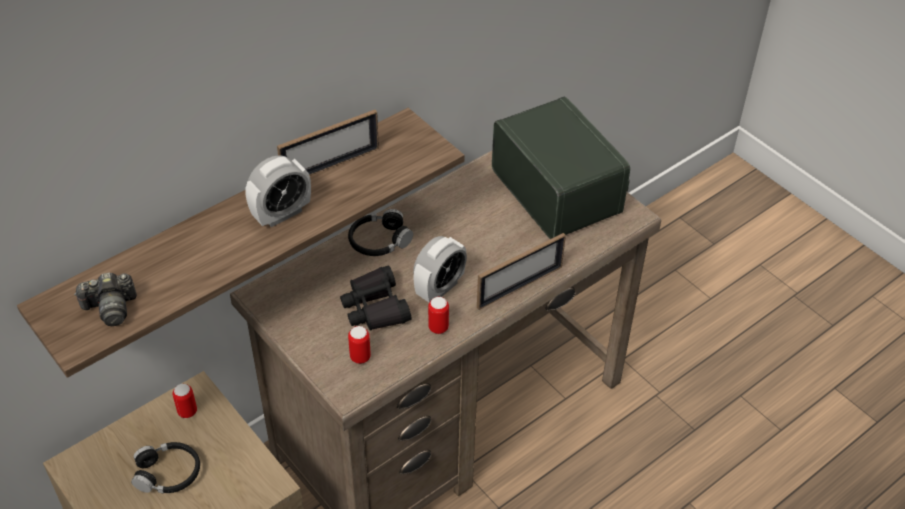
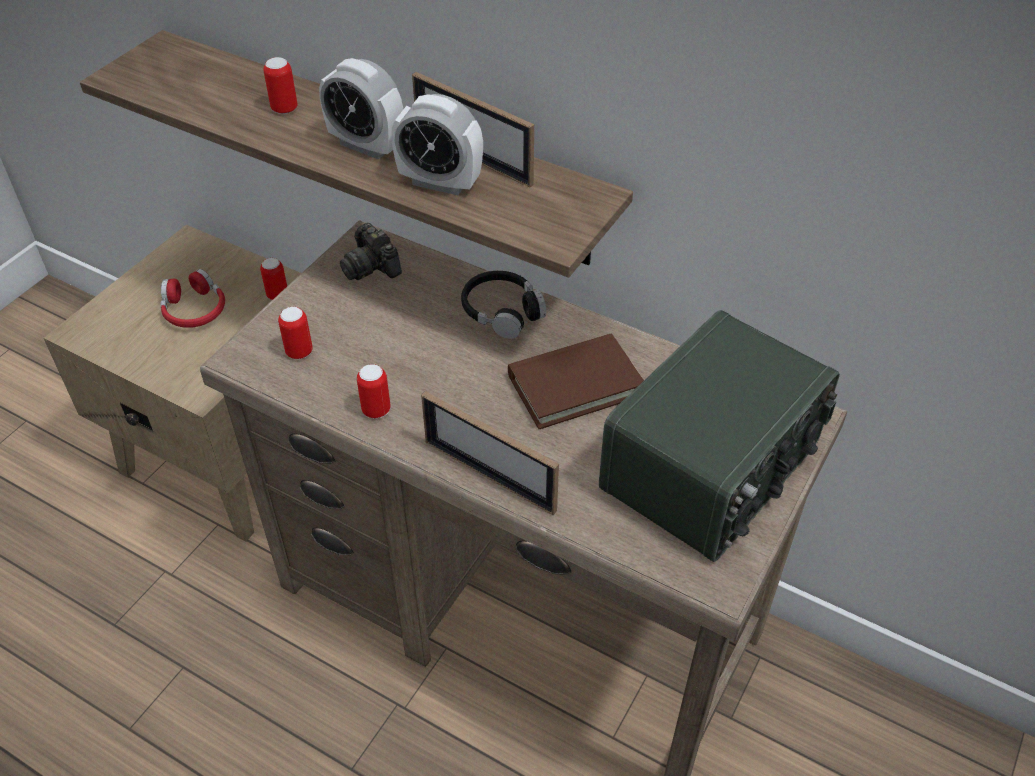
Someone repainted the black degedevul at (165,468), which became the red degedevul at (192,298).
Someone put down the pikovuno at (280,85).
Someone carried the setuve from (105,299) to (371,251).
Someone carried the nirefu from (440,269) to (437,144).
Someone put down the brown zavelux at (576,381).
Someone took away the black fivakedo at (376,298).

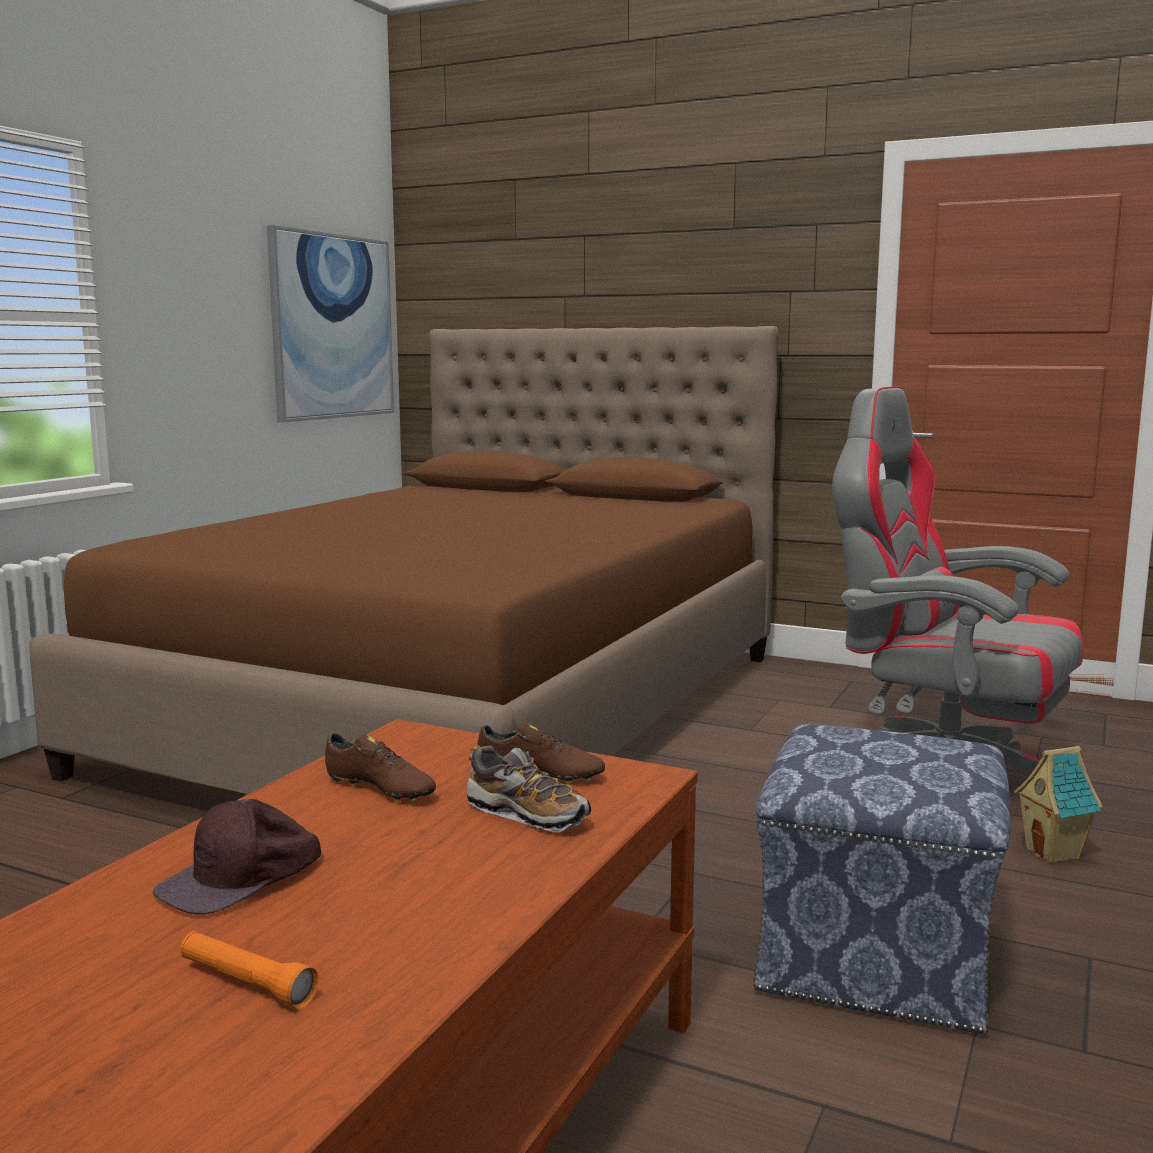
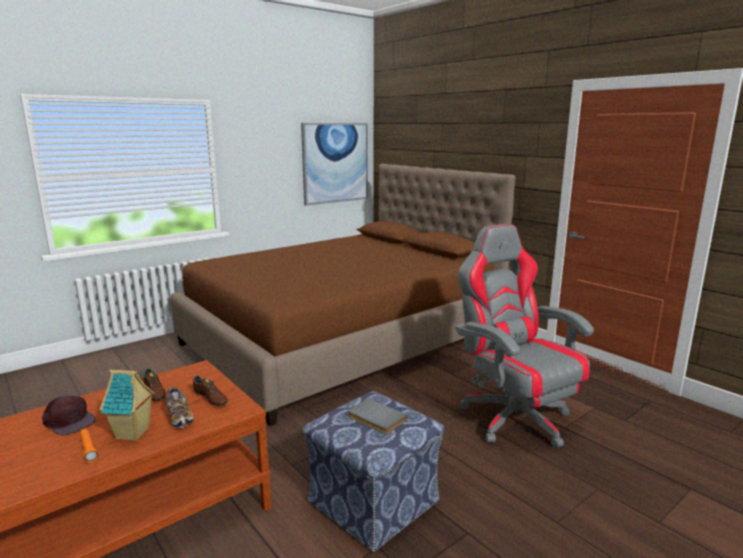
Someone rotated the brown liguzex at (237,857) by 120 degrees counterclockwise.
Someone carried the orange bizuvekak from (249,970) to (89,446).
Someone carried the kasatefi from (1058,805) to (127,405).
Someone put down the grey zavelux at (378,416).

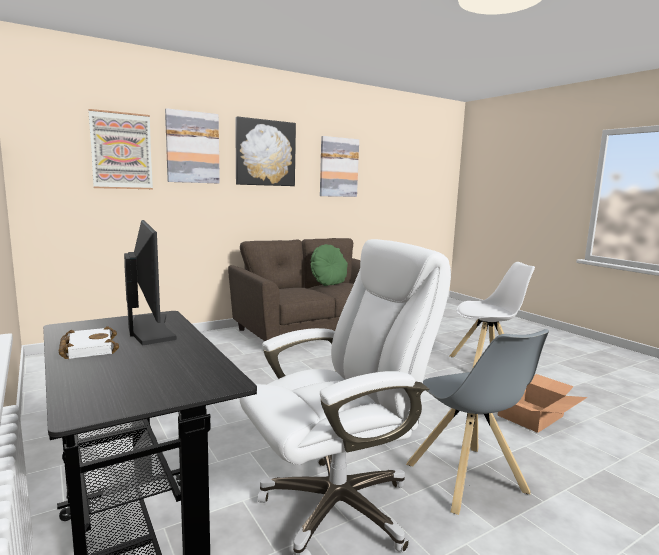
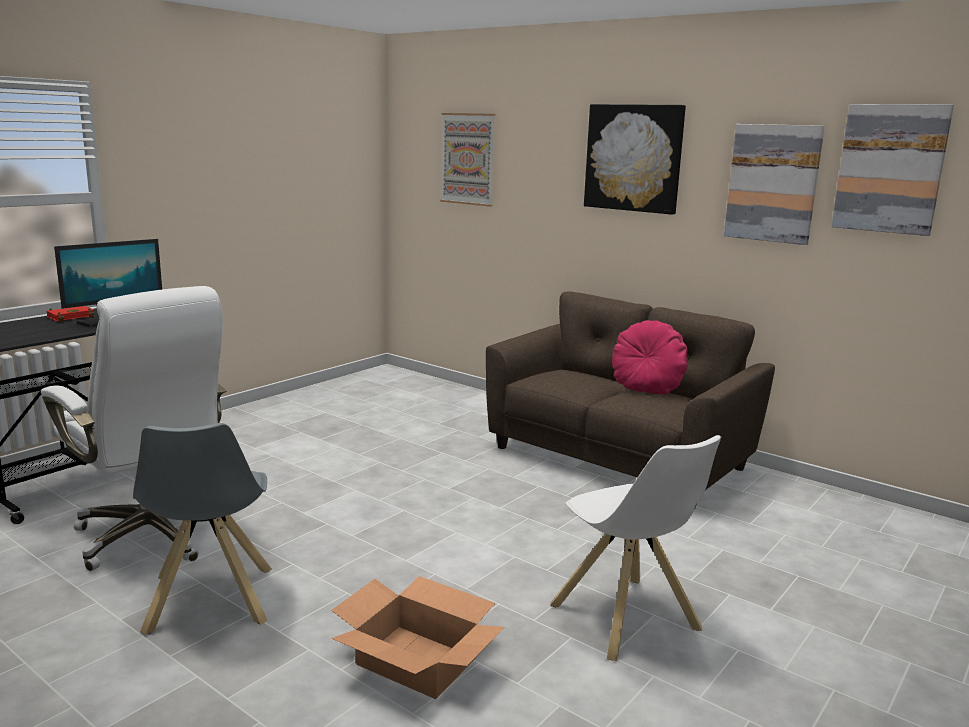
Someone repainted the white zavelux at (89,342), which became the red zavelux at (71,314).
Someone rotated the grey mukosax at (477,422) by 60 degrees counterclockwise.
Someone repainted the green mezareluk at (329,265), which became the pink mezareluk at (650,357).
Someone carried the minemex from (192,145) to (892,170).

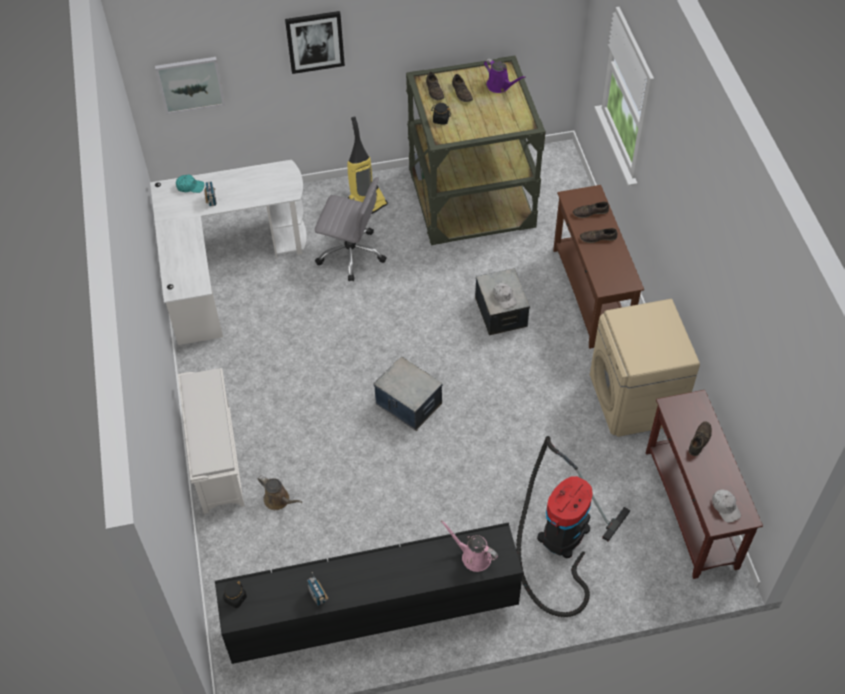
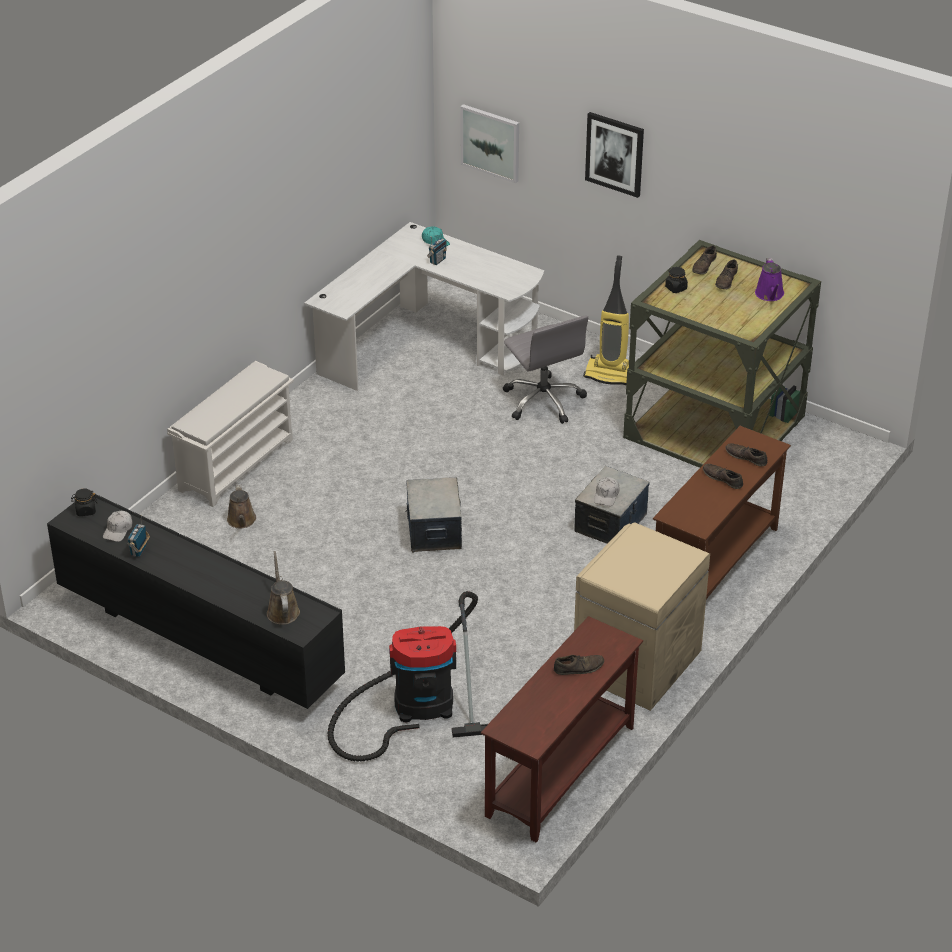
Someone carried the white liguzex from (726,506) to (117,526).
Someone repainted the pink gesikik at (469,546), which became the brown gesikik at (283,588).

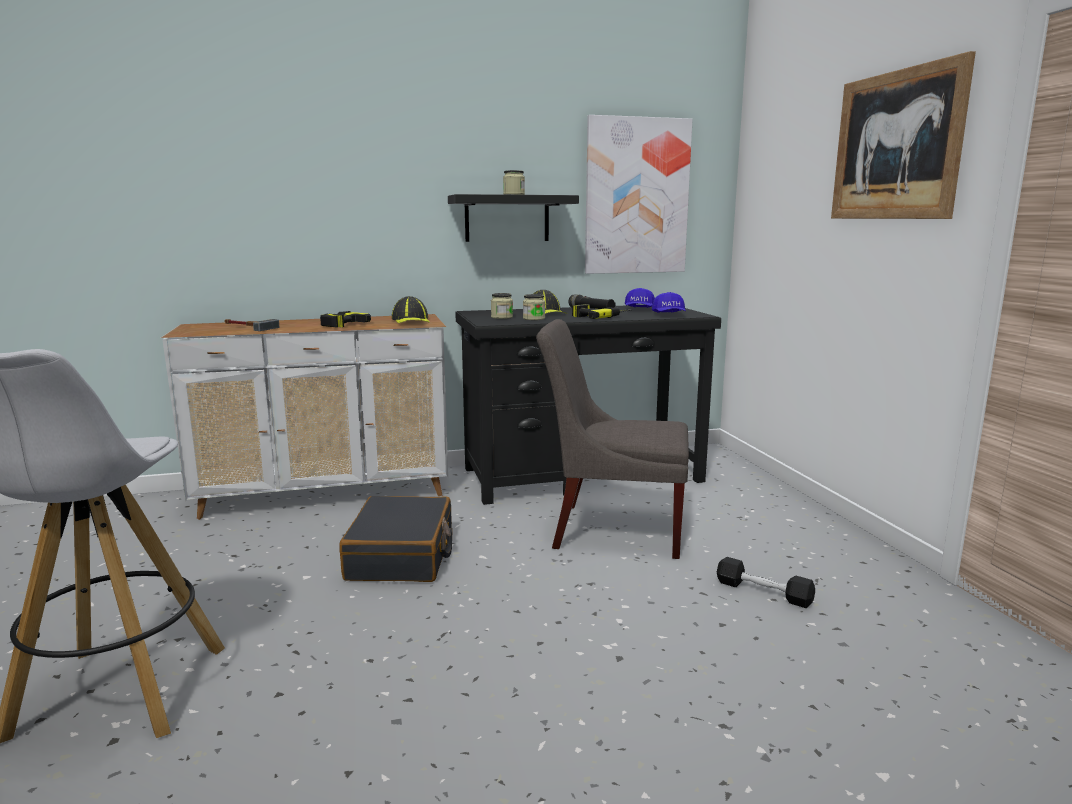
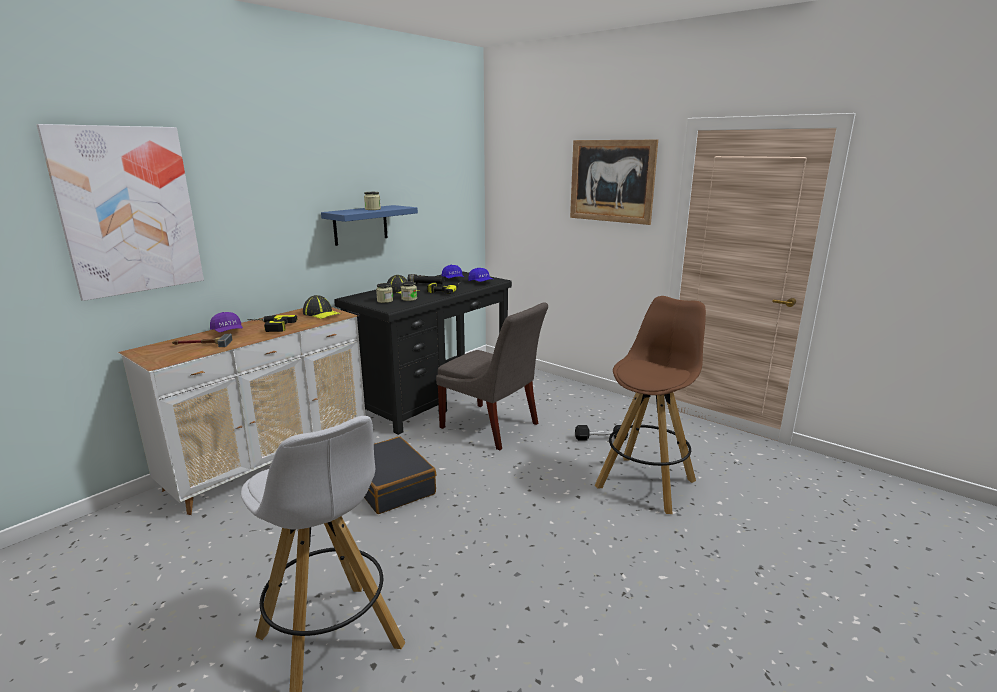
Someone carried the minemex from (639,194) to (120,212).
Someone put down the purple liguzex at (226,322).
Someone repainted the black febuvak at (513,218), which became the blue febuvak at (369,225).
Someone rotated the grey mukosax at (612,439) by 120 degrees counterclockwise.
Someone put down the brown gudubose at (650,405).

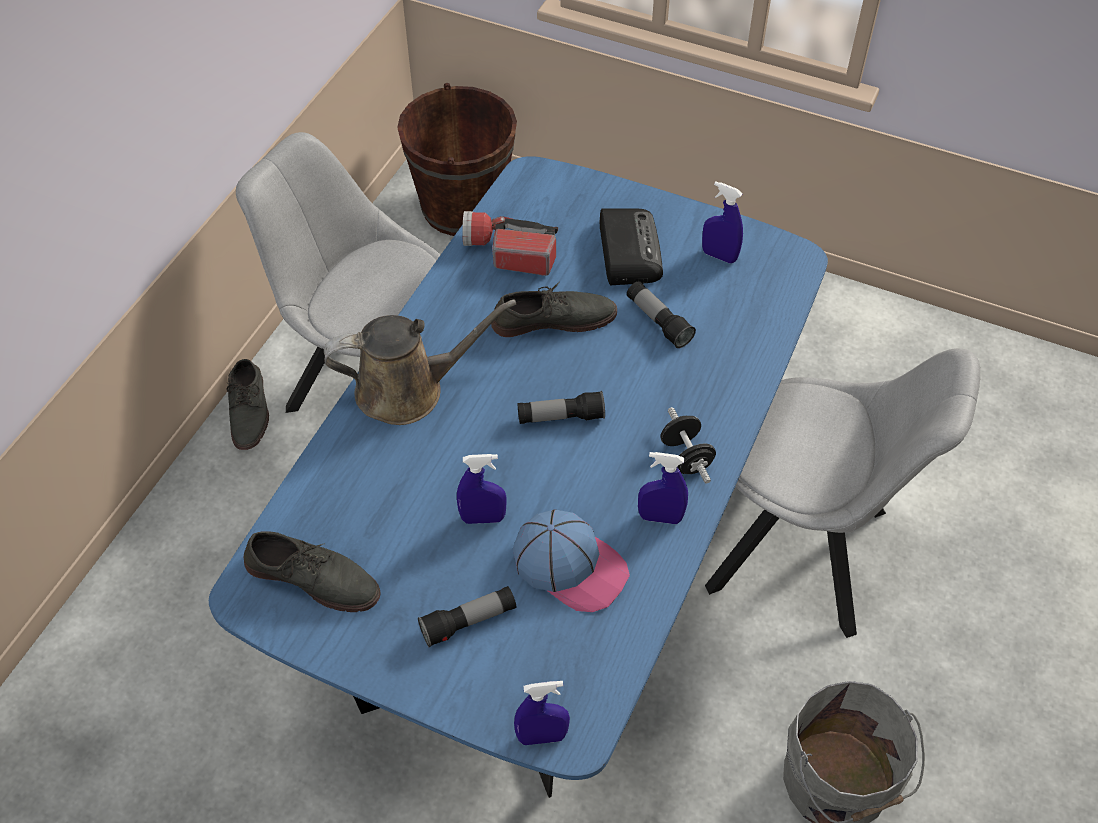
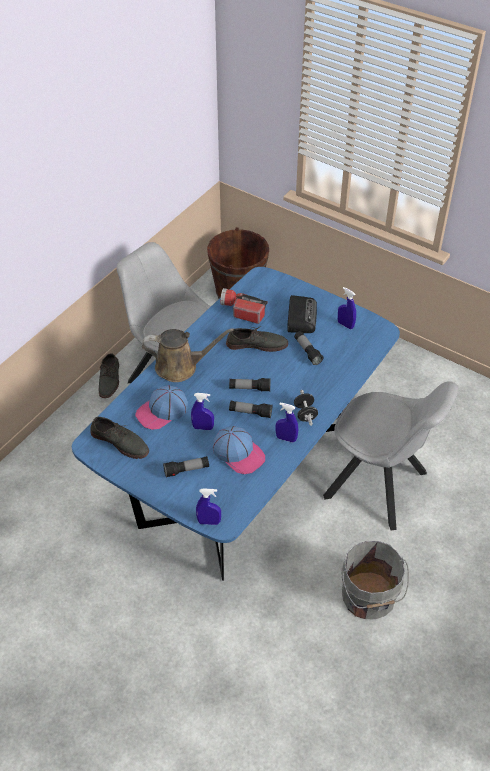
Someone put down the liguzex at (161,407).
Someone put down the bizuvekak at (250,409).

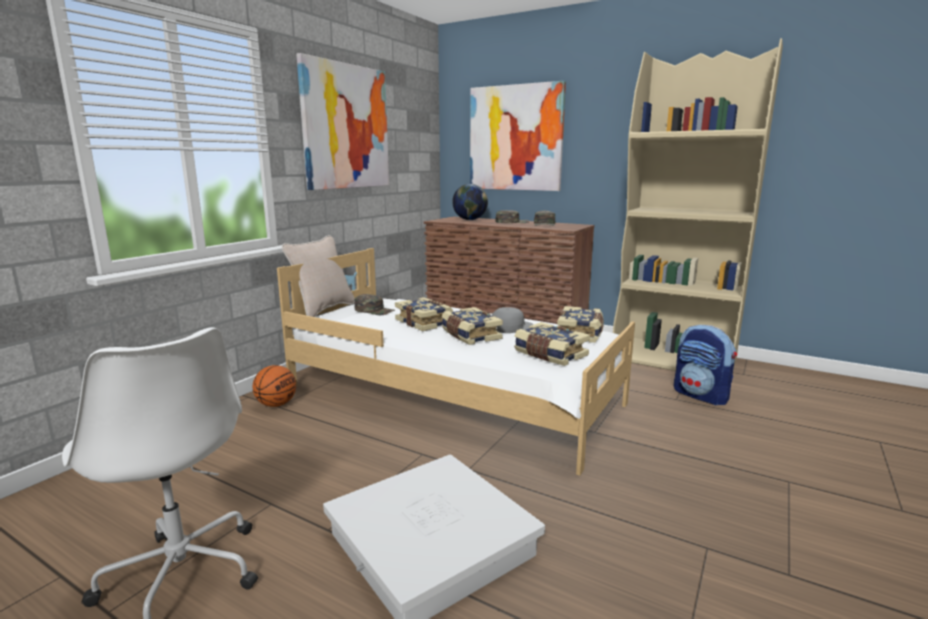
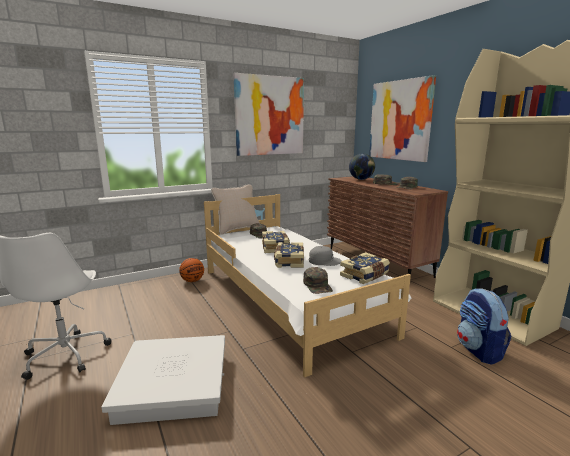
Someone swapped the zavelux at (552,344) for the green liguzex at (318,280).

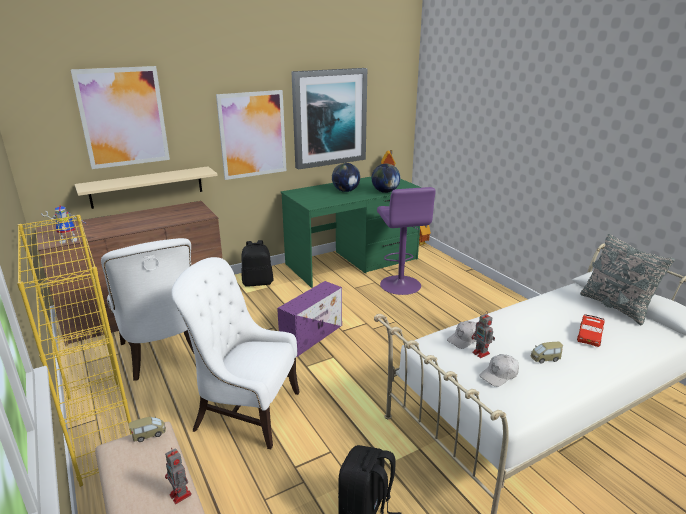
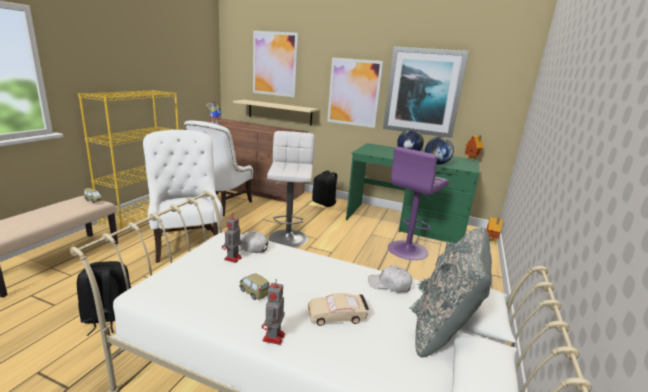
Someone carried the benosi from (178,475) to (273,312).
Someone swapped the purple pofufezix at (309,319) for the white gudubose at (291,189).
Someone repainted the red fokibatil at (590,330), which became the beige fokibatil at (338,309).
Someone carried the white liguzex from (499,370) to (390,279).

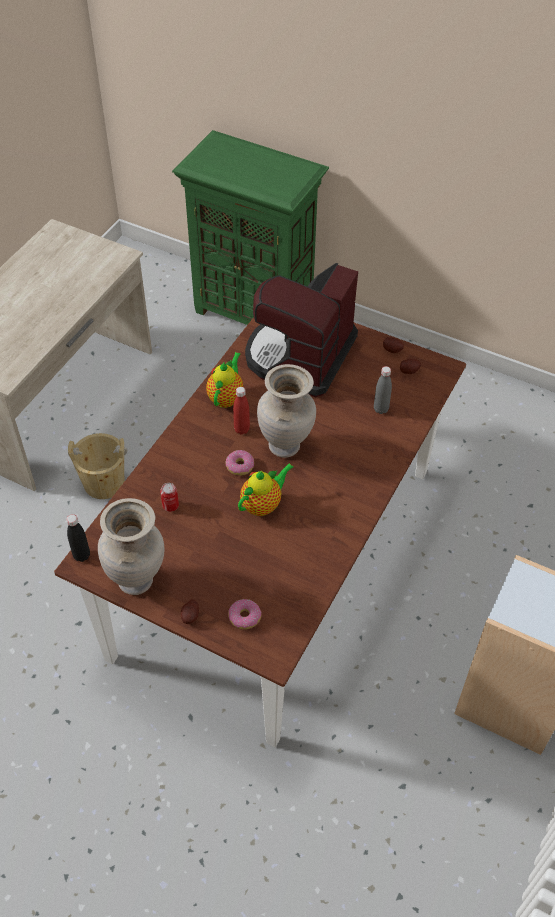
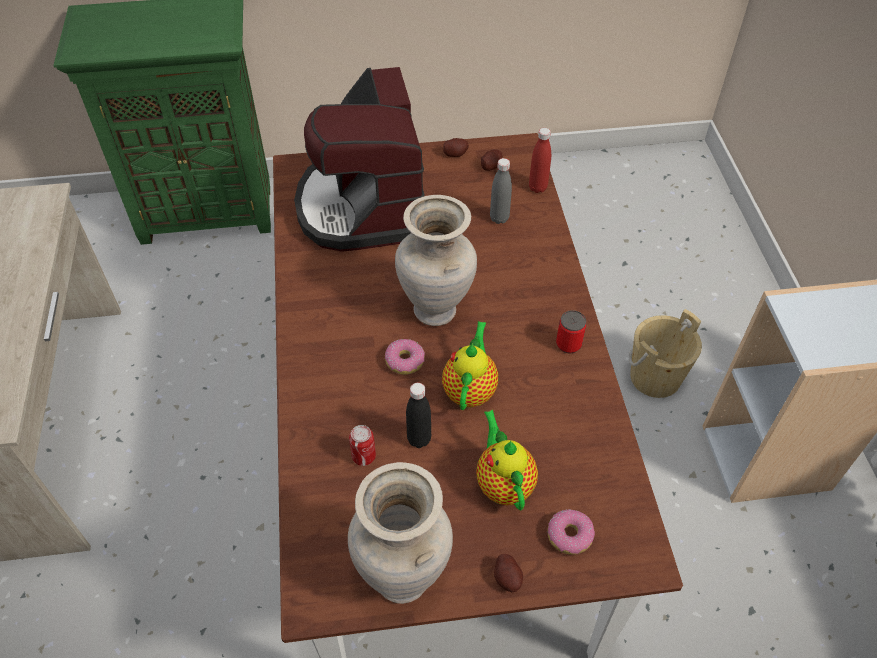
Someone carried the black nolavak from (78,538) to (418,415).
Someone carried the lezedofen from (224,380) to (507,460).
Someone carried the red nolavak from (241,411) to (540,160).
Someone put down the pikovuno at (571,332).
Someone carried the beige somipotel from (97,466) to (665,353).

